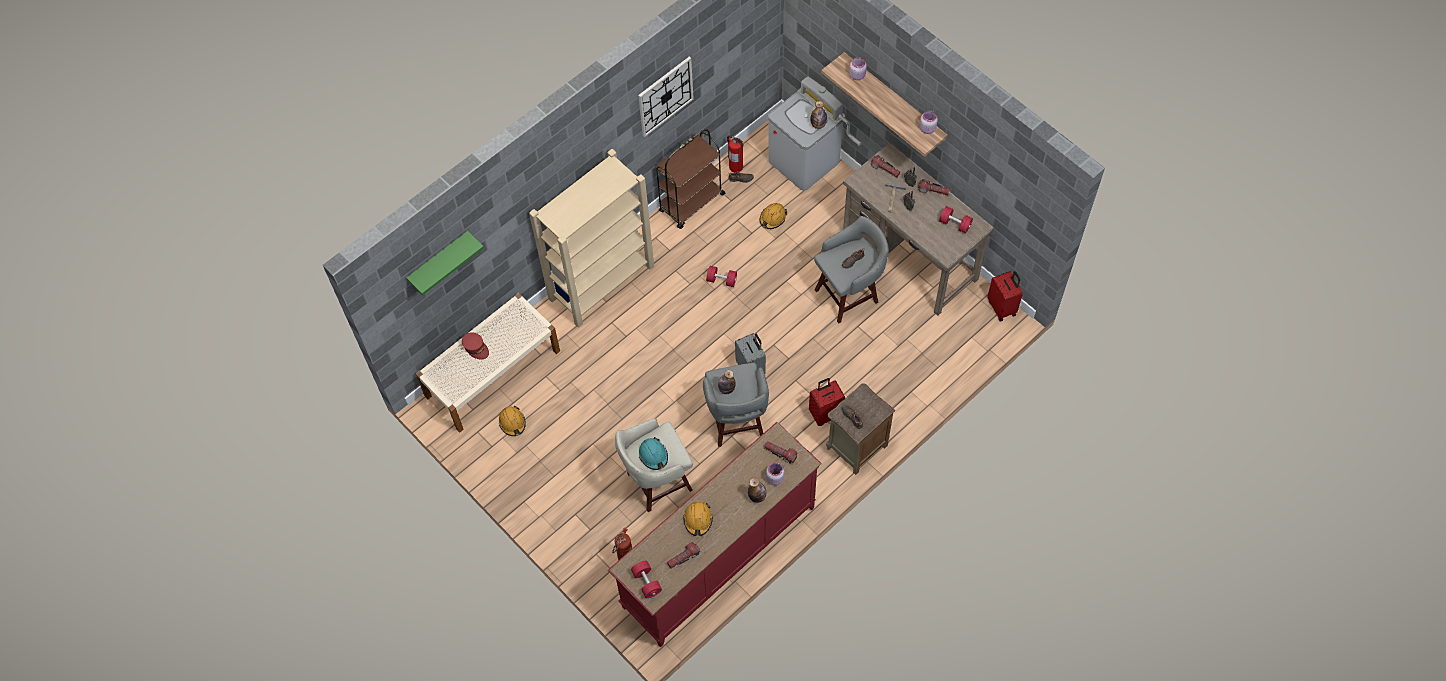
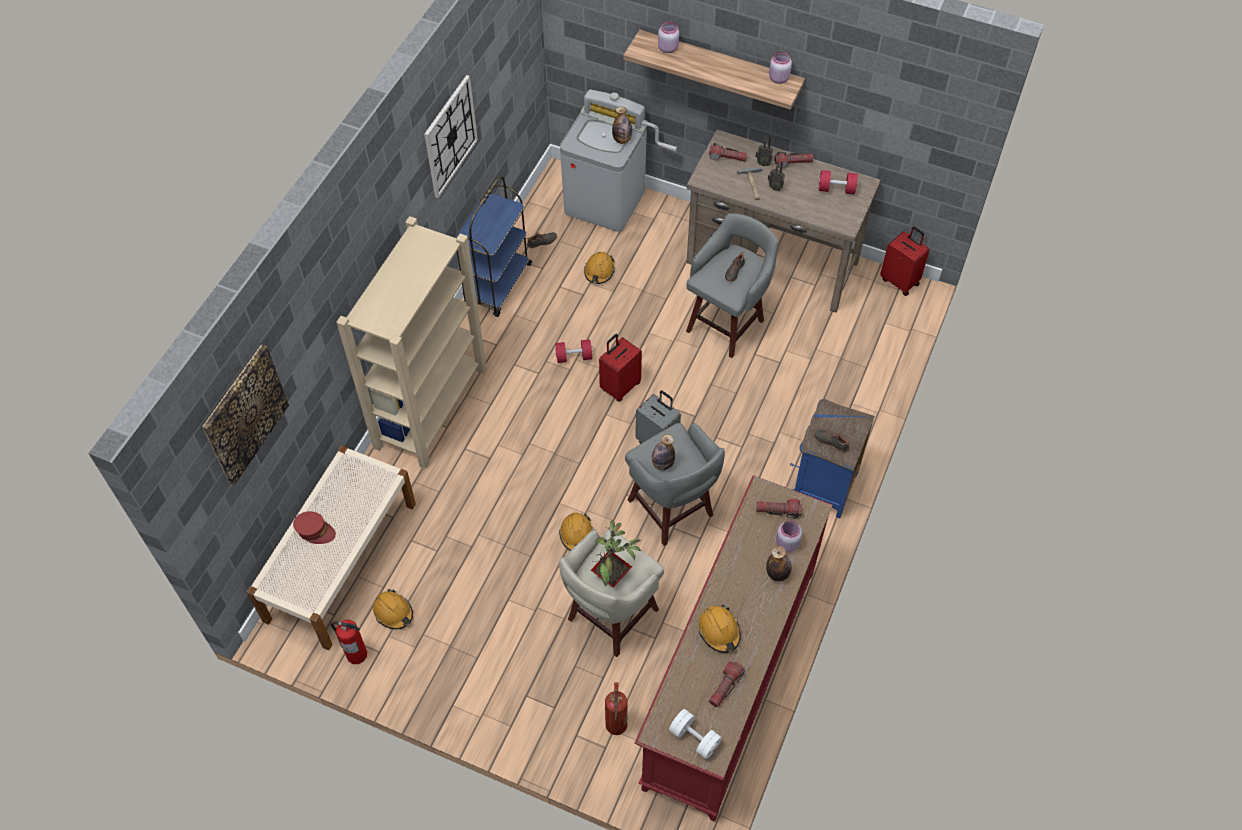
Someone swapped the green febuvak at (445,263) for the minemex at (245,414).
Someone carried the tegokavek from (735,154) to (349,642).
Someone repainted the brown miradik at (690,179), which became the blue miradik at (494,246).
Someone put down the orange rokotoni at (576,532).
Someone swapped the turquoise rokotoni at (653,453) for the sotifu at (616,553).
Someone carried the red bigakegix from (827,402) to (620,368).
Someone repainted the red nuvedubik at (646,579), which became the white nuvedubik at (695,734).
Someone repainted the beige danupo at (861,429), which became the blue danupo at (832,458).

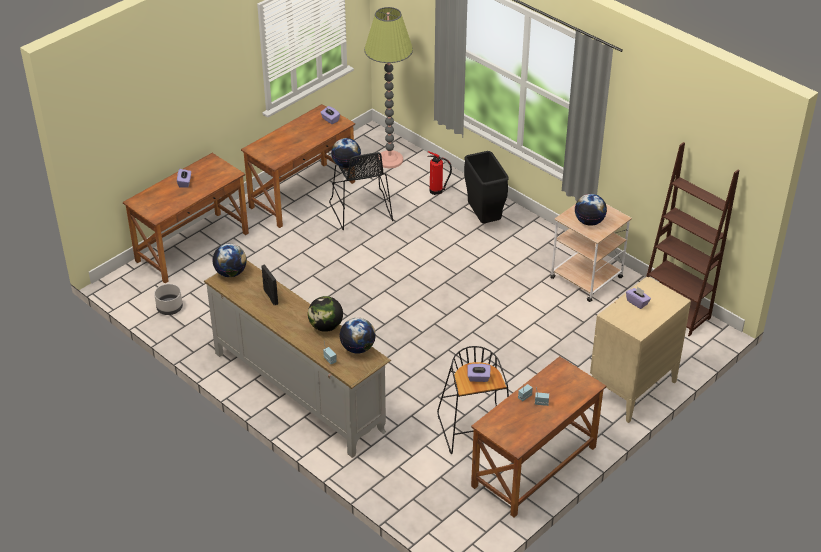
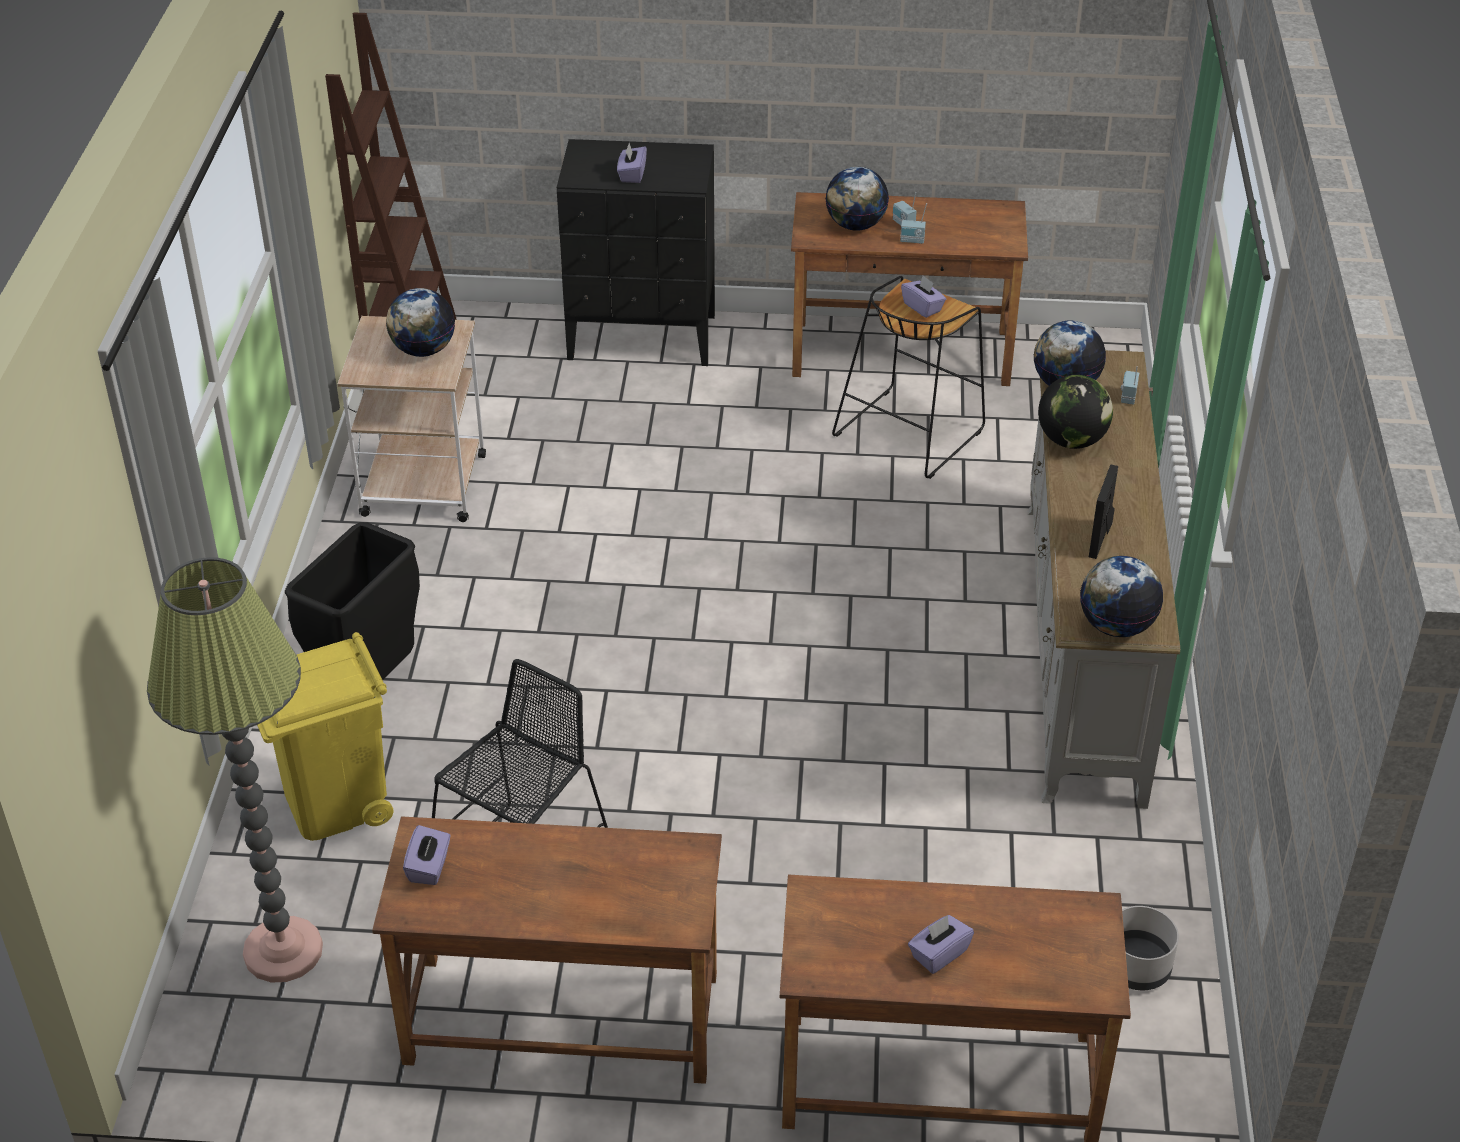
Someone swapped the tegokavek at (440,173) for the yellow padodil at (325,736).
Someone repainted the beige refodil at (640,350), which became the black refodil at (636,252).
Someone carried the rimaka from (346,153) to (857,199).

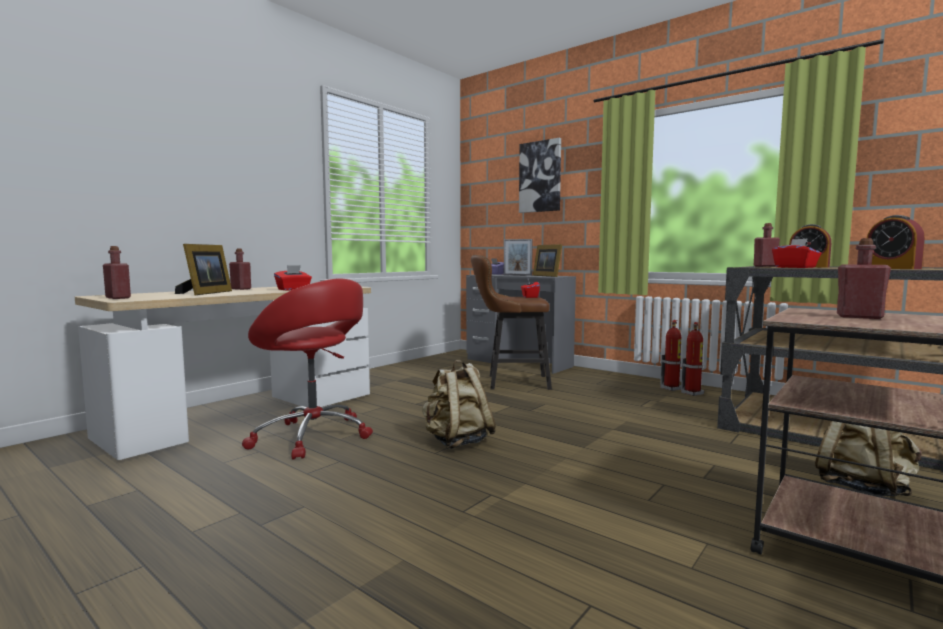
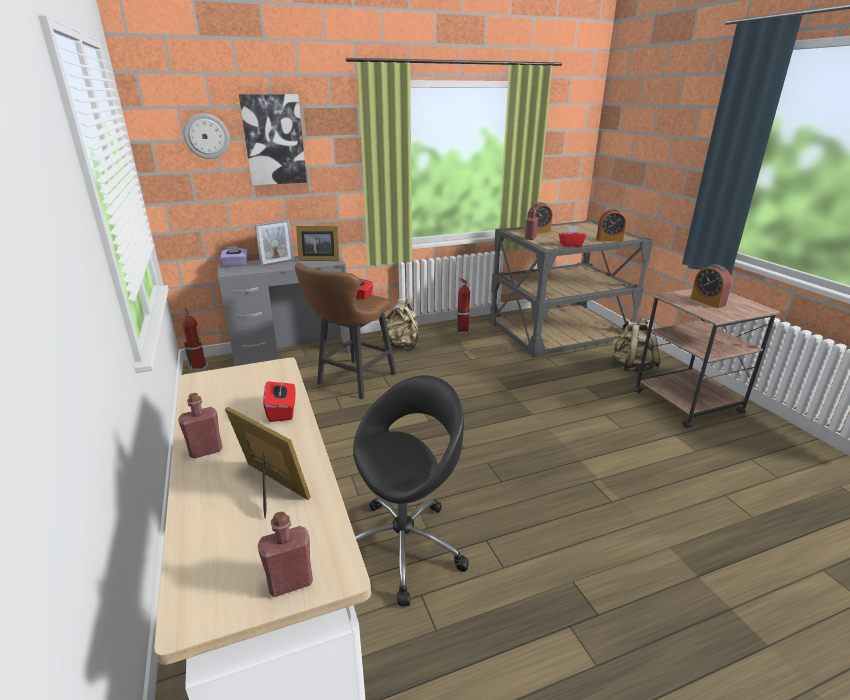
Someone put up the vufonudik at (206,136).
Someone carried the tegokavek from (670,355) to (196,339).
Someone repainted the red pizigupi at (307,369), which became the black pizigupi at (411,490).
Someone carried the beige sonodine from (459,404) to (400,323).
Someone swapped the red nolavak at (864,278) for the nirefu at (711,286).

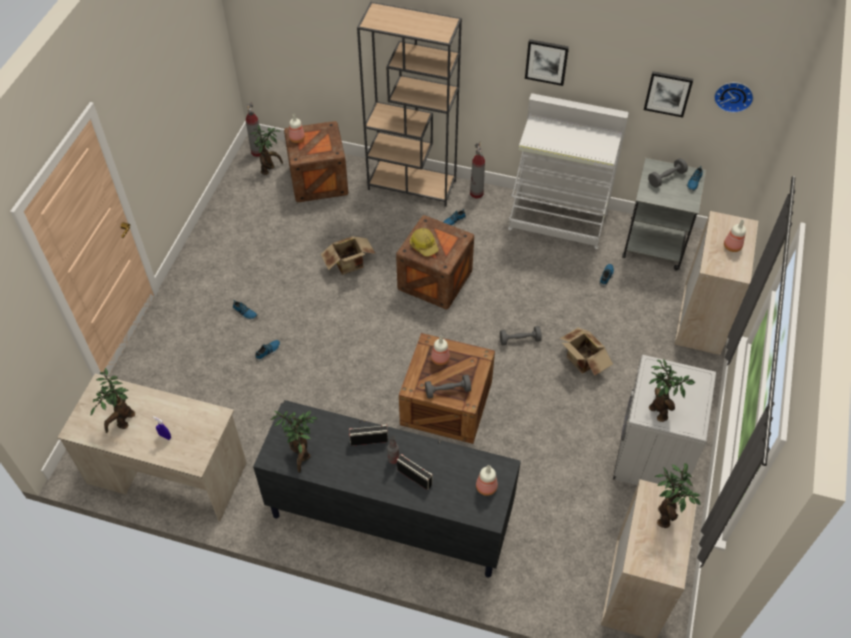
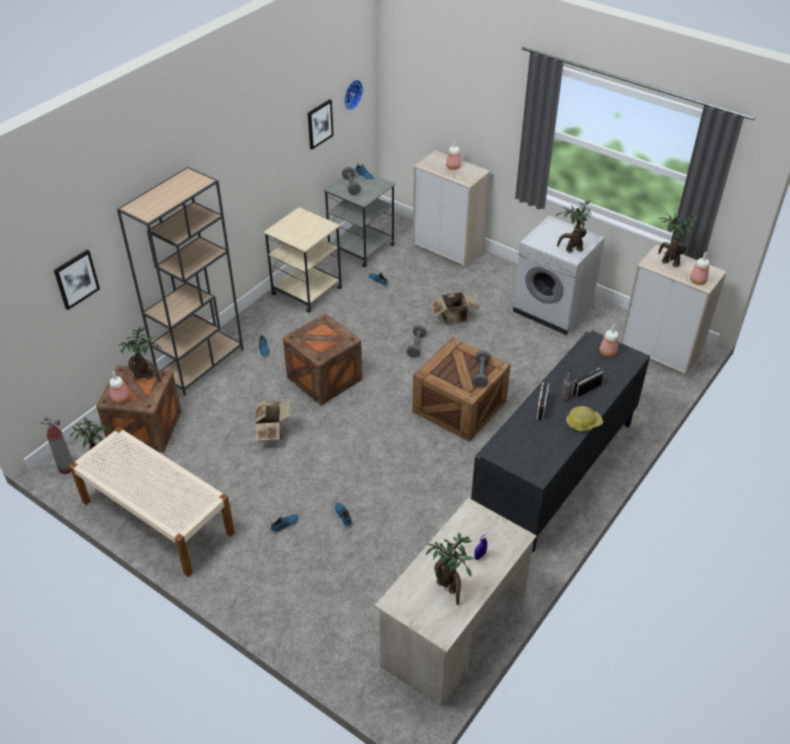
Someone carried the minemex from (547,62) to (77,280).
Someone put down the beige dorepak at (152,502).
Someone carried the sotifu from (294,442) to (140,354).
Someone swapped the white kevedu at (568,171) for the beige miradik at (302,260).
Someone carried the rokotoni from (424,242) to (584,419).
Someone carried the nolavak from (440,350) to (699,268).
Someone took away the tegokavek at (477,169).

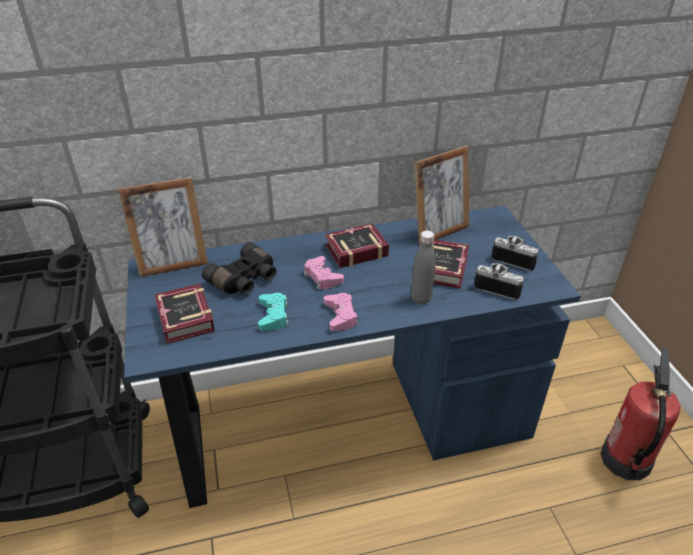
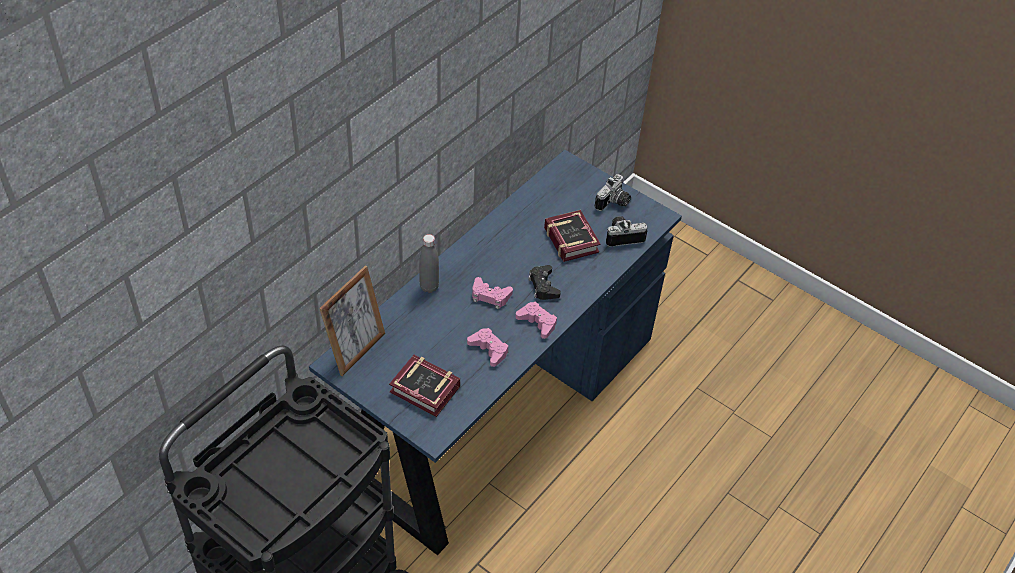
Someone carried the grey nolavak from (423,267) to (429,263).
Someone repainted the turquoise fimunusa at (273,311), which became the pink fimunusa at (487,347).
Someone put down the black fimunusa at (544,282).
Someone rotated the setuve at (515,253) by 135 degrees clockwise.
Someone took away the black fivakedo at (239,268).
Someone took away the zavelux at (357,245).
Someone took away the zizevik at (442,195).
Someone took away the tegokavek at (640,414).

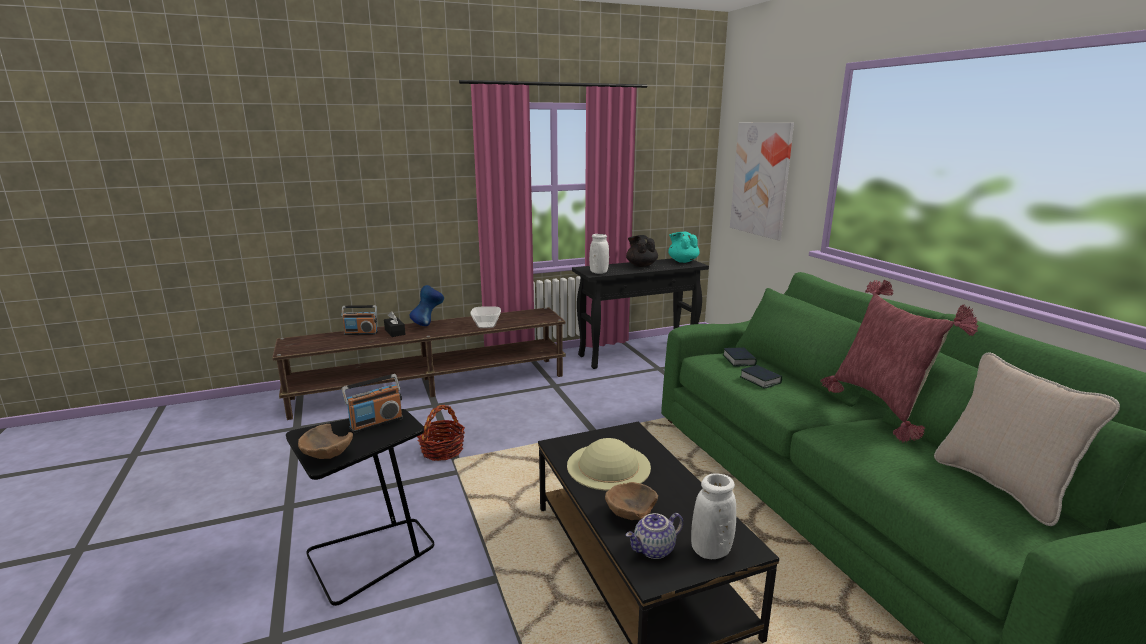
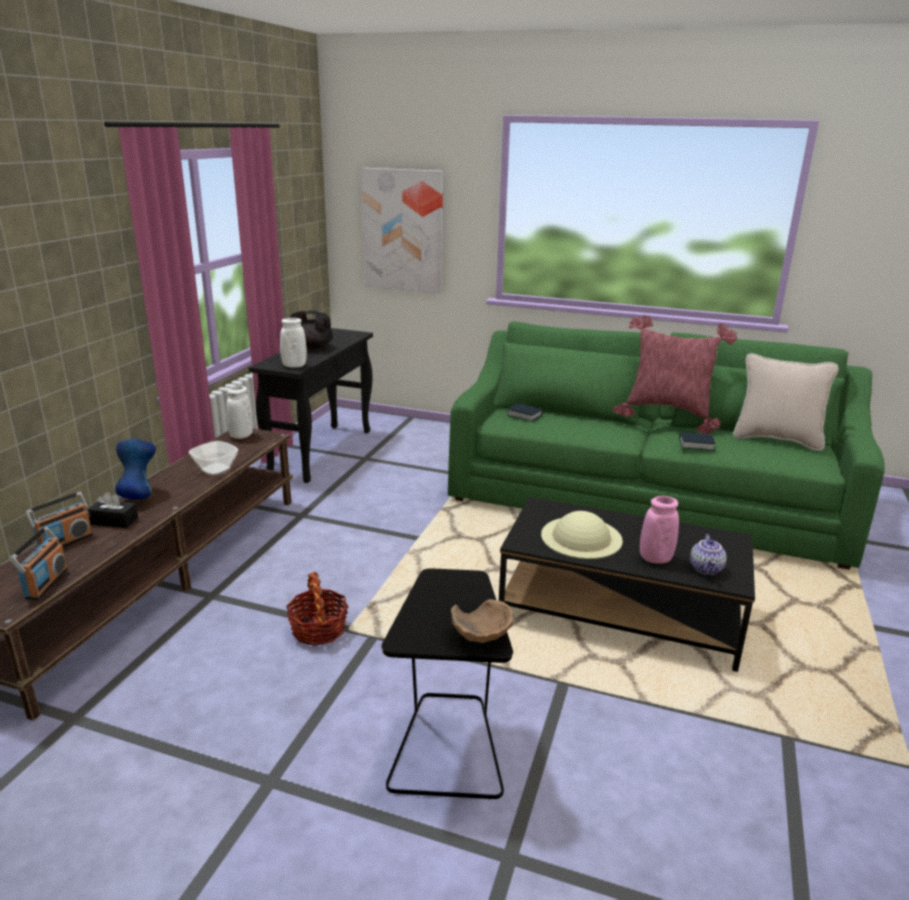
Someone carried the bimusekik from (372,403) to (38,563).
Someone carried the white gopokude from (713,516) to (240,412).
Someone swapped the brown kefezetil at (631,501) for the pink gopokude at (659,530).
Someone carried the zavelux from (761,377) to (697,441).
Someone took away the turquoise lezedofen at (684,247).

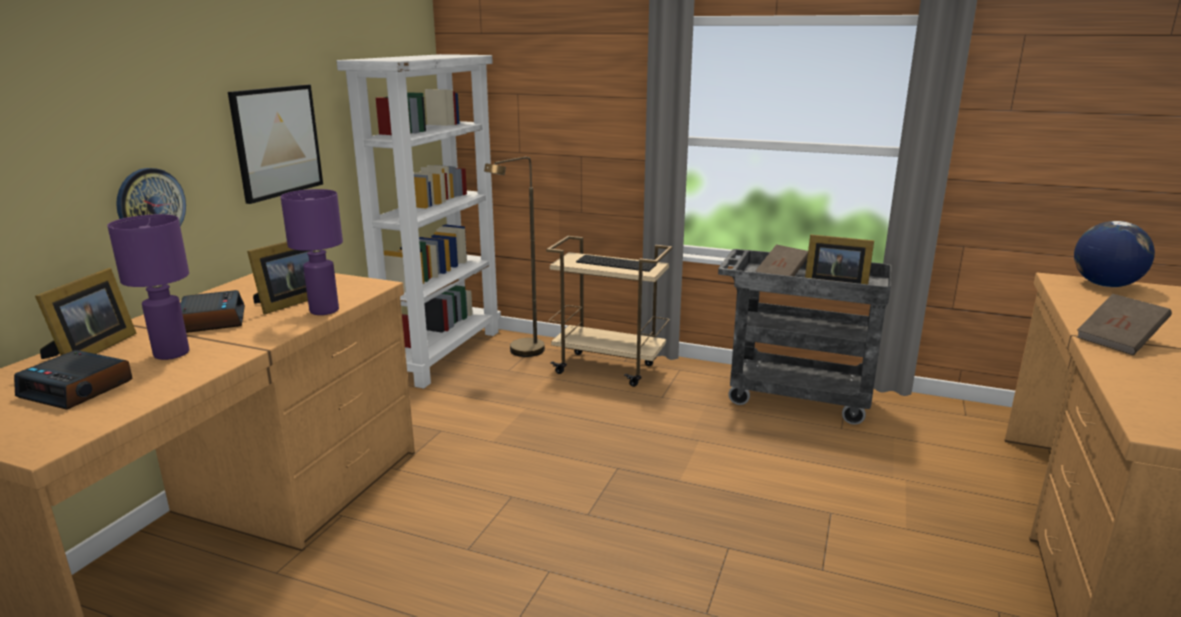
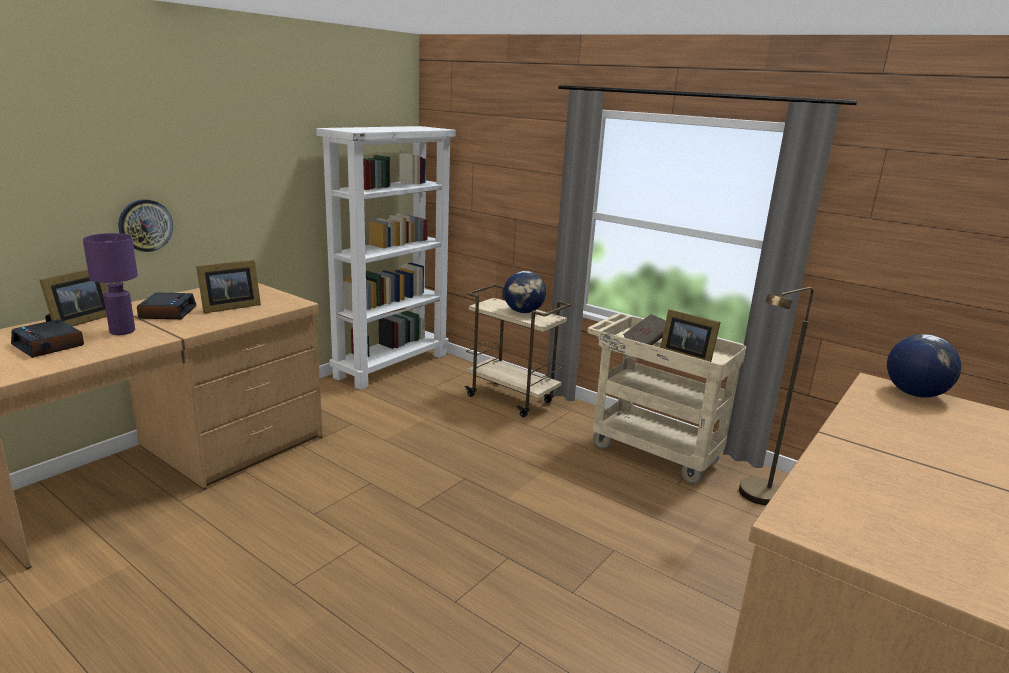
Someone swapped the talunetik at (616,263) for the rimaka at (525,292).
Someone repainted the black miradik at (805,337), which became the beige miradik at (666,398).
Someone carried the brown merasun from (514,257) to (776,396).
Someone took away the minemex at (275,144).
Someone took away the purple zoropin at (311,252).
Someone took away the brown zavelux at (1124,324).

